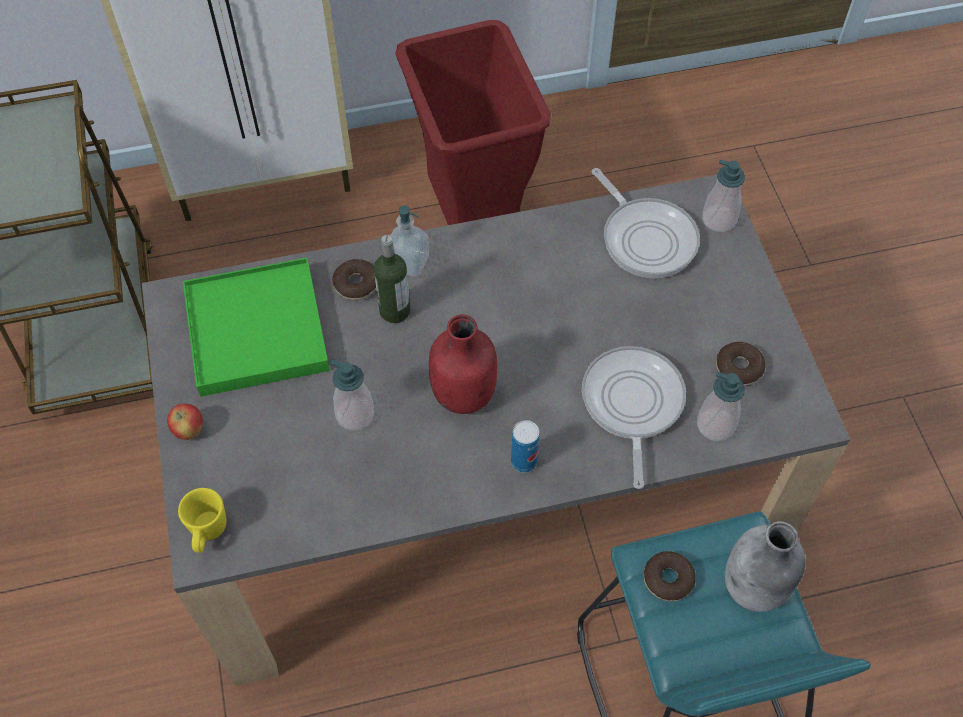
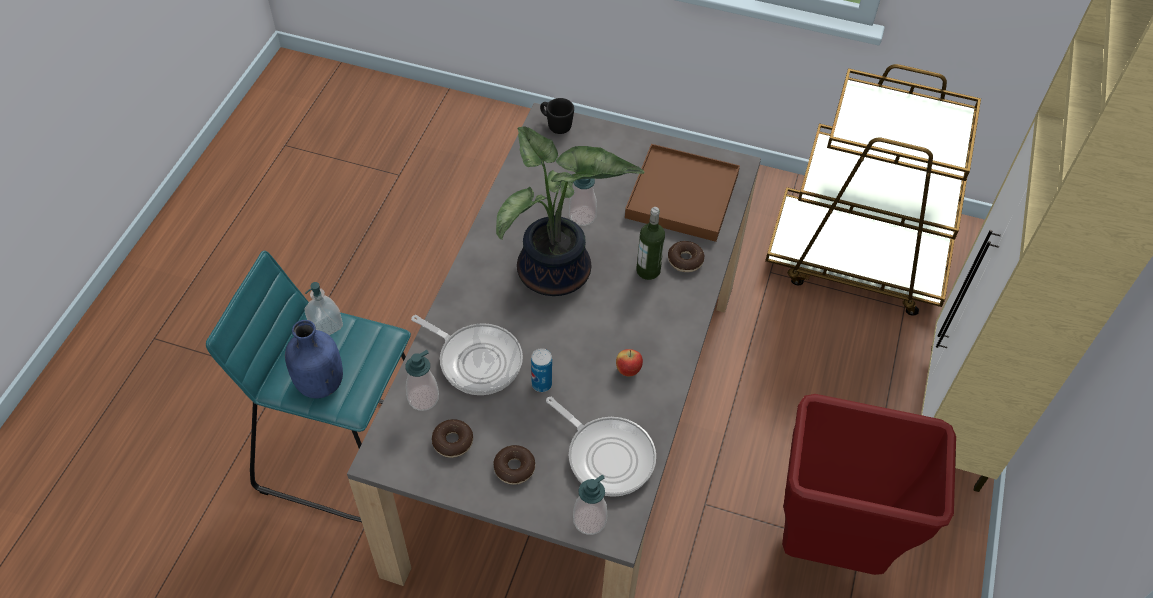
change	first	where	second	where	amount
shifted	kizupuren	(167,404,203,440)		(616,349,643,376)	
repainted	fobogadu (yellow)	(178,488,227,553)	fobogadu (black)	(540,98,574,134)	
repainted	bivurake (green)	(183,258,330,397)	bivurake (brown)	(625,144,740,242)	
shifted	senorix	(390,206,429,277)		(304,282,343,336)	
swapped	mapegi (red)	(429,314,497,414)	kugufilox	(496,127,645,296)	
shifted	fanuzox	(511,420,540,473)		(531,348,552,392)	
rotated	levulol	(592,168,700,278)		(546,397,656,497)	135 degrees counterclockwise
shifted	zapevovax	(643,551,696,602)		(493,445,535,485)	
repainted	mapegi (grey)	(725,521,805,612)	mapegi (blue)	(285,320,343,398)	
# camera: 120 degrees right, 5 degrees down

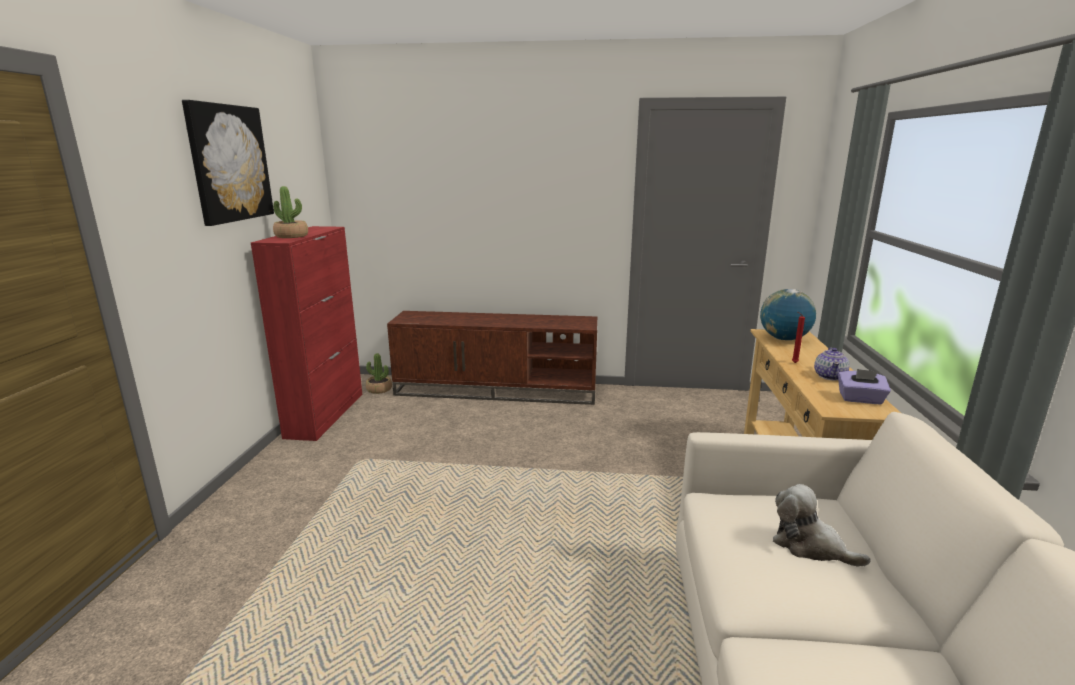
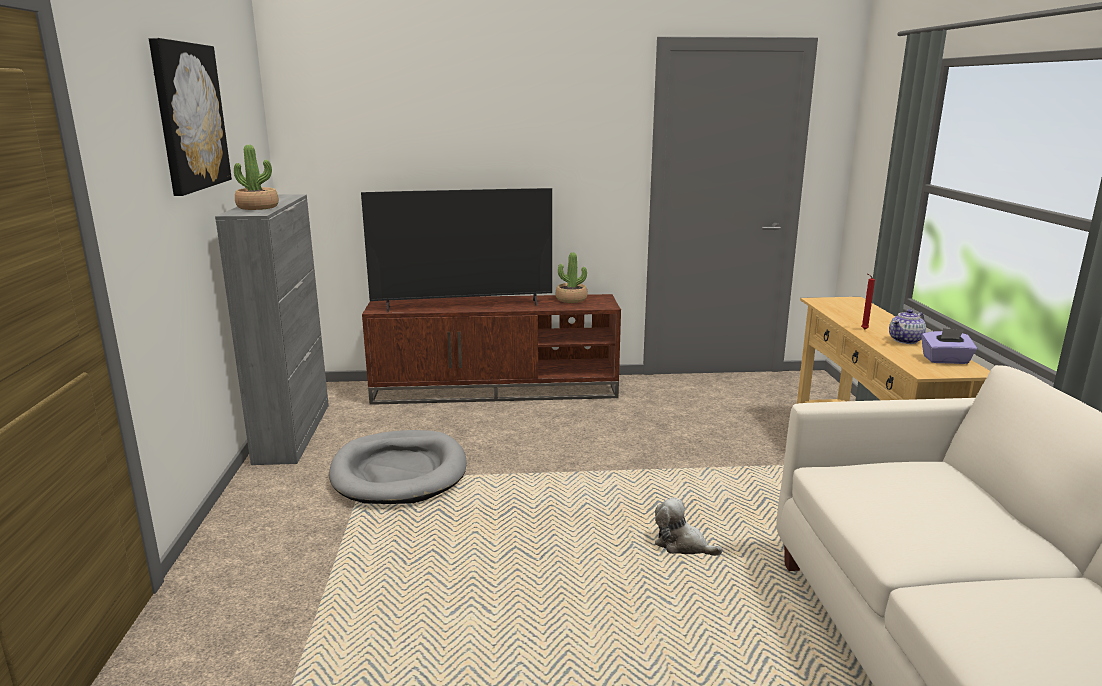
change	first	where	second	where	amount
repainted	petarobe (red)	(251,226,362,441)	petarobe (grey)	(215,194,329,465)	
shifted	kugufilox	(366,353,392,394)		(556,252,588,303)	
gone	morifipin	(760,289,816,340)			
shifted	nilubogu	(773,484,871,567)		(655,497,723,556)	
rotated	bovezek	(814,347,850,381)		(889,309,926,344)	45 degrees clockwise
new			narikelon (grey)	(329,430,467,504)	
new			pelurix	(361,188,552,313)	
# camera: 10 degrees left, 0 degrees up

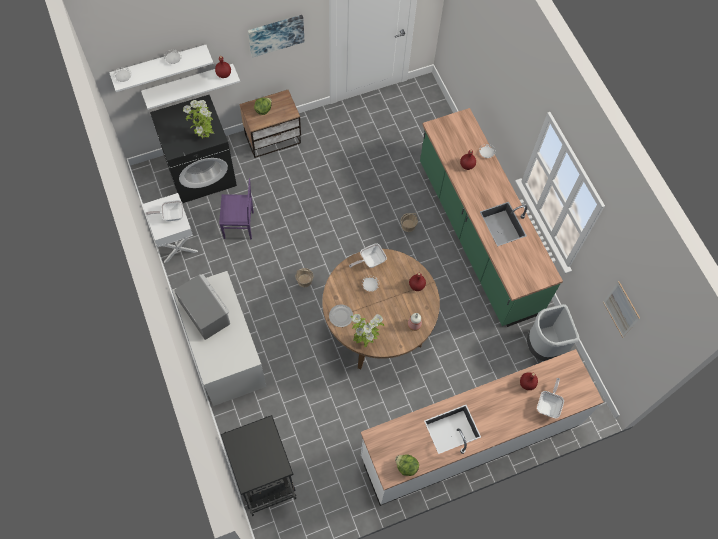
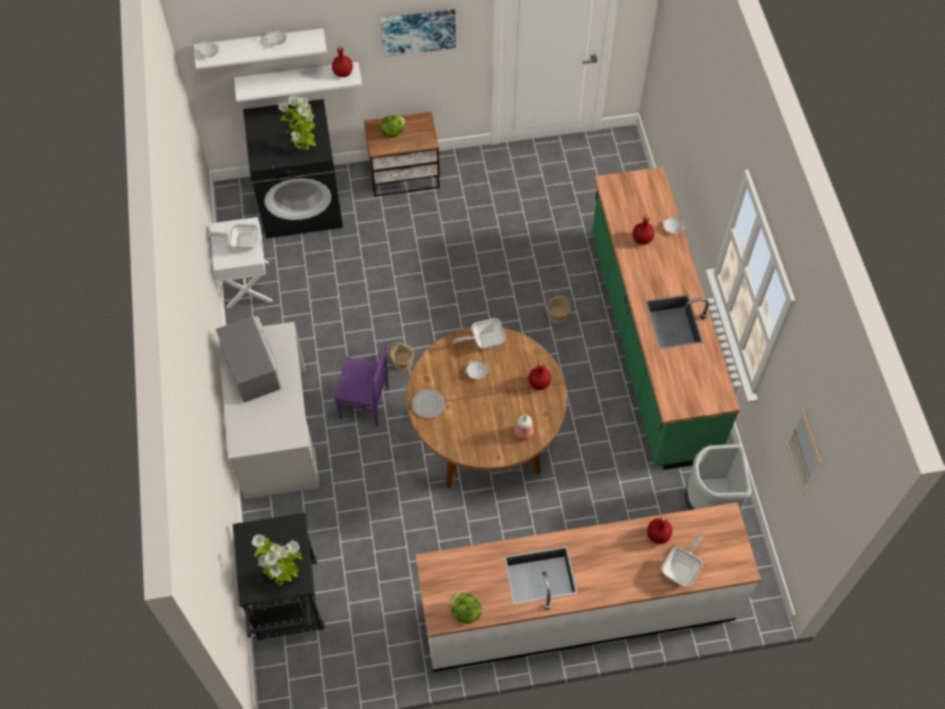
change	first	where	second	where	amount
shifted	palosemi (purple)	(219,178,254,239)		(334,341,389,426)	
shifted	kugufilox	(350,314,384,348)		(251,534,303,586)	
# camera: 15 degrees right, 5 degrees down

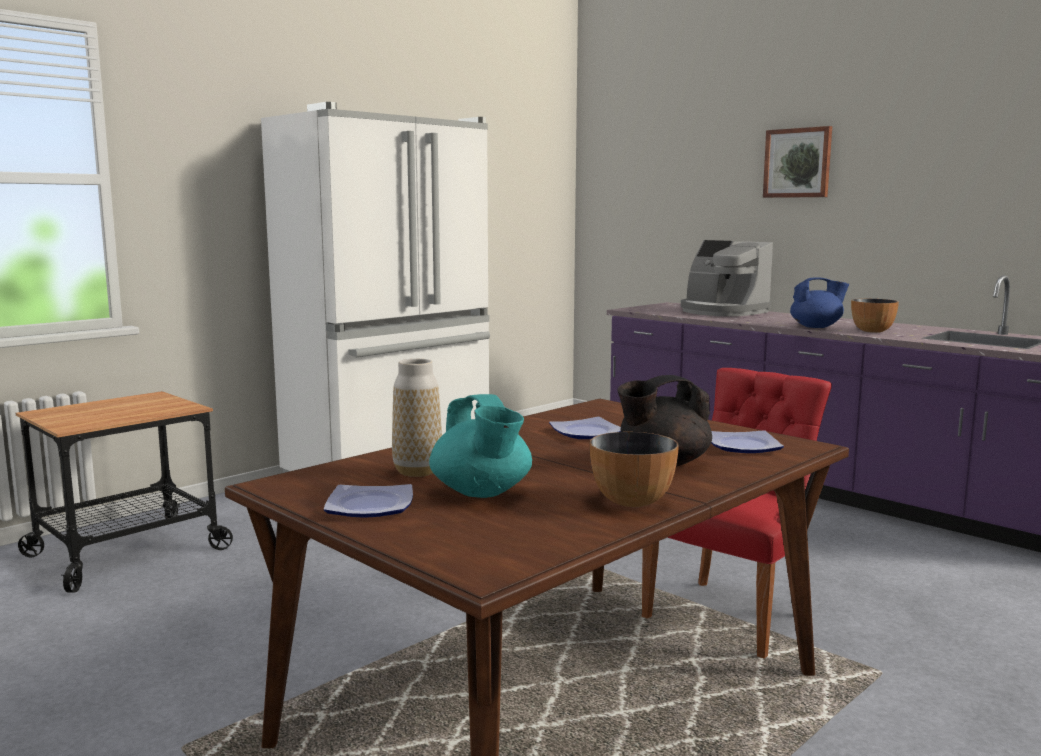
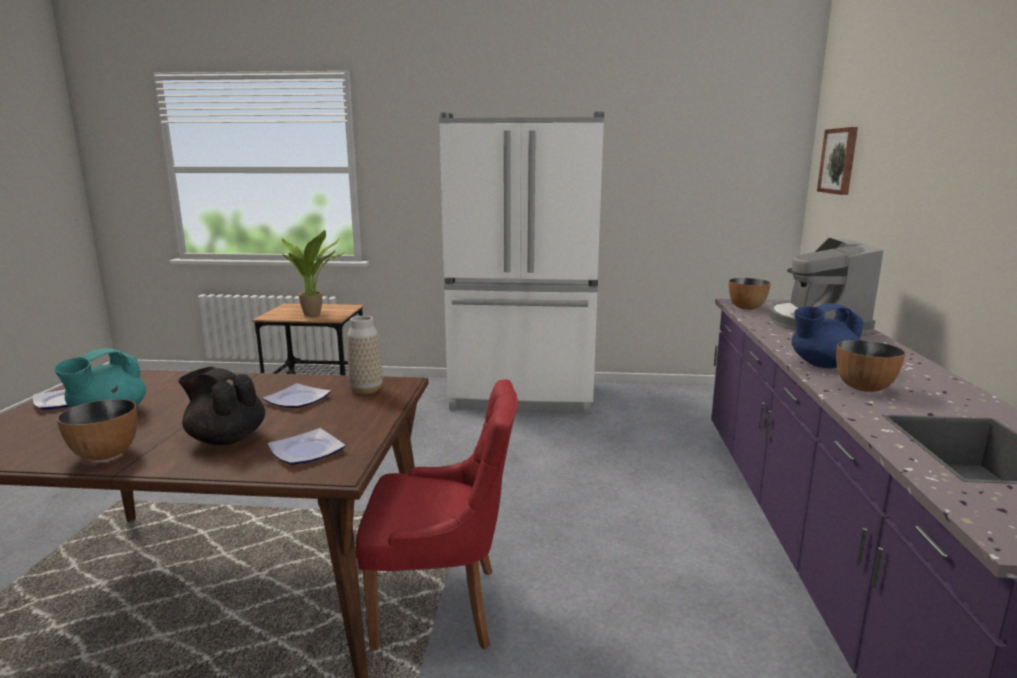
change	first	where	second	where	amount
shifted	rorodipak	(392,359,442,477)		(347,316,382,394)	
shifted	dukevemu	(763,126,832,198)		(817,127,858,195)	
rotated	bovezek (blue)	(790,277,849,328)		(792,304,863,369)	120 degrees clockwise
new			kugufilox	(282,230,346,316)	
new			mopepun	(729,278,771,310)	
# camera: 50 degrees right, 5 degrees up

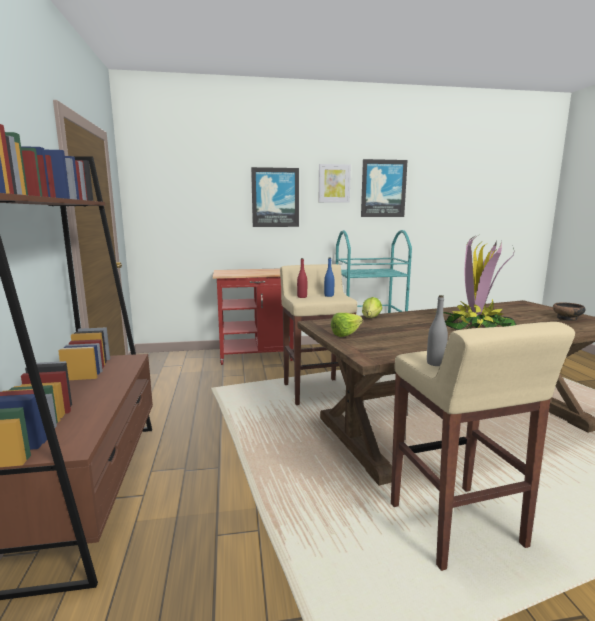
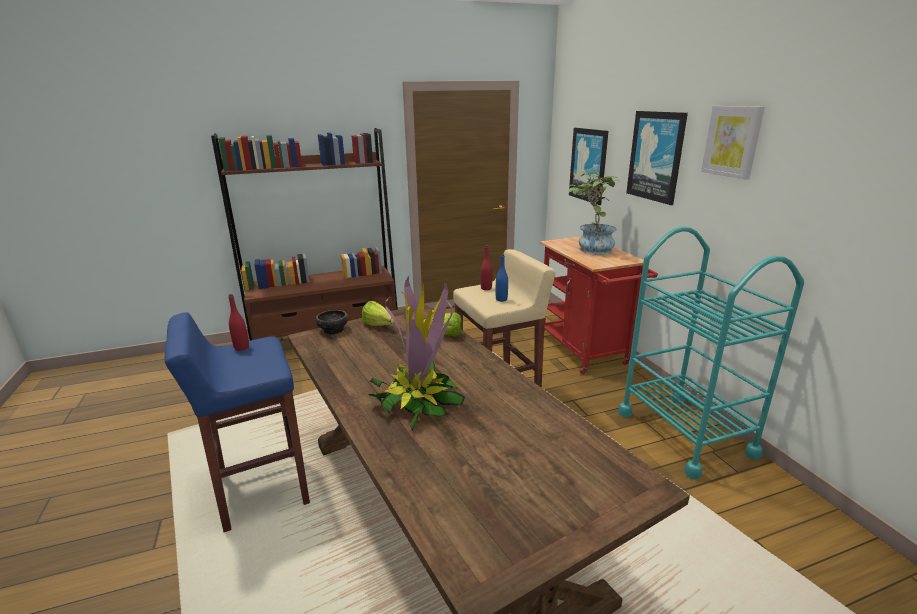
change	first	where	second	where	amount
shifted	dukevemu	(361,159,408,217)		(569,128,608,205)	
repainted	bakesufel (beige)	(391,322,575,571)	bakesufel (blue)	(165,312,310,532)	
repainted	mapegi (grey)	(427,295,448,366)	mapegi (red)	(228,294,249,351)	
shifted	mopepun	(553,302,585,321)		(315,310,348,334)	
new			kugufilox	(568,171,620,255)	
# camera: 80 degrees right, 10 degrees up

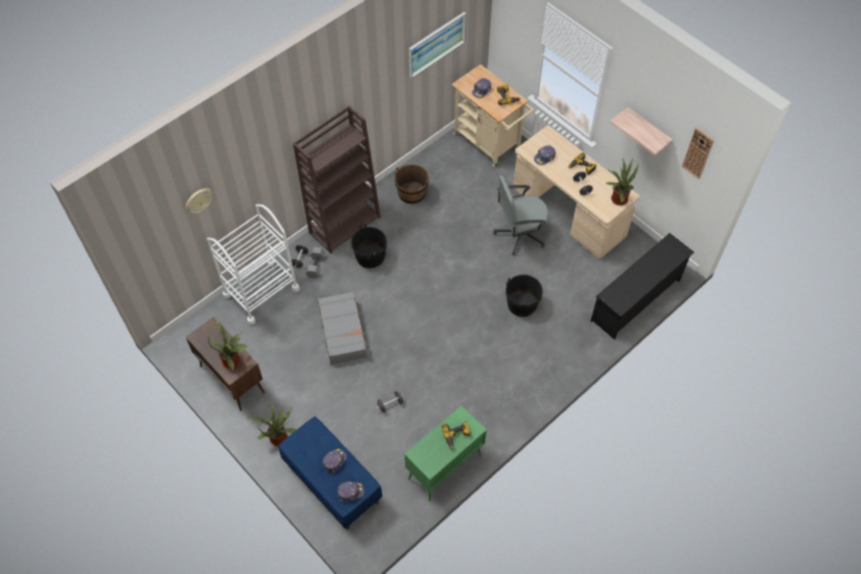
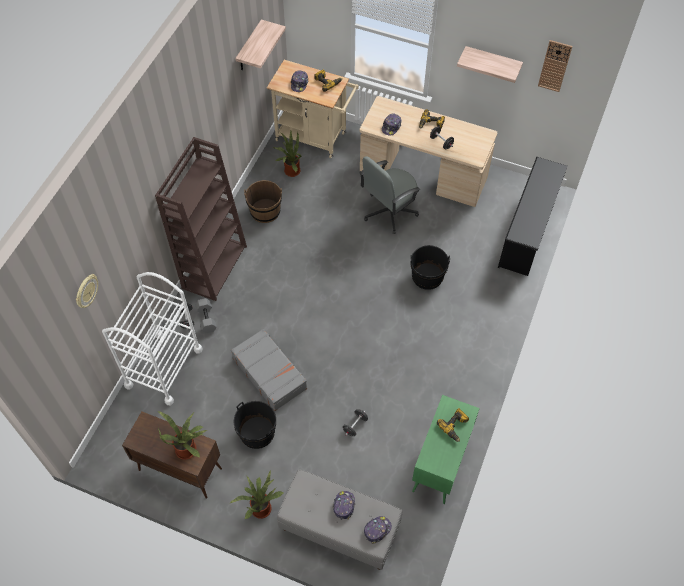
change	first	where	second	where	amount
repainted	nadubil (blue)	(278,416,382,530)	nadubil (grey)	(277,469,402,570)	
shifted	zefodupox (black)	(351,224,387,268)		(234,401,276,449)	
swapped	dukevemu	(409,12,466,78)	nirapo	(235,20,286,70)	
shifted	kugufilox	(605,158,639,206)		(272,131,301,177)	
# camera: 25 degrees left, 0 degrees up

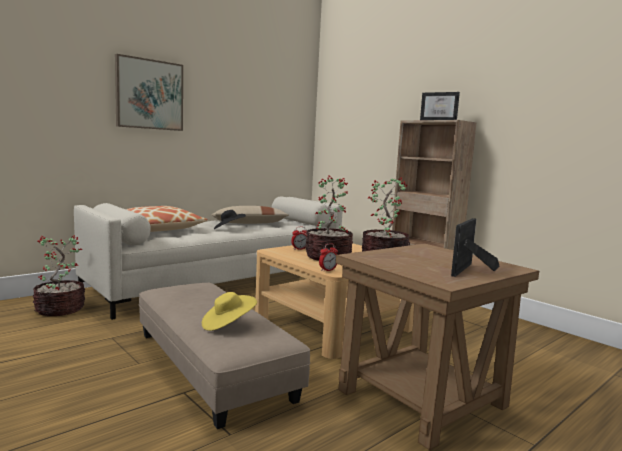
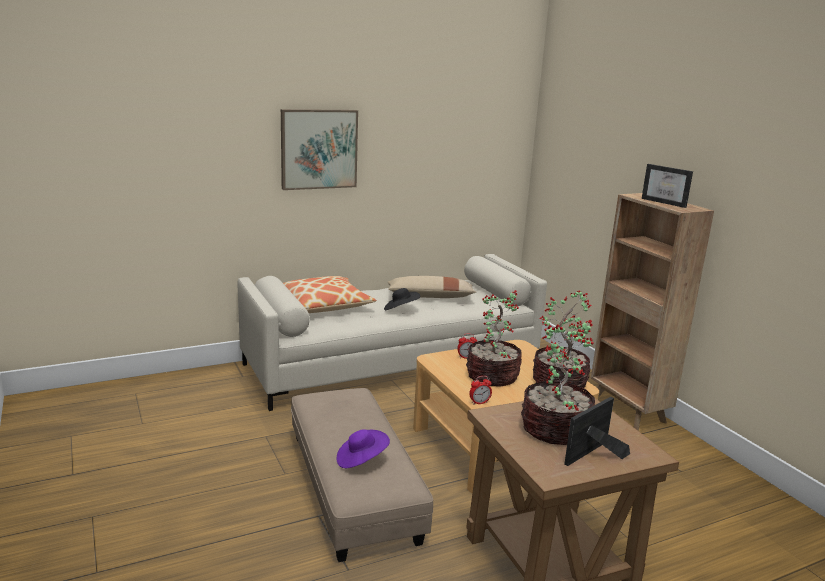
change	first	where	second	where	amount
shifted	kugufilox	(33,235,85,316)		(521,320,595,445)	
repainted	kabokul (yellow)	(202,292,257,331)	kabokul (purple)	(337,429,390,468)	
# camera: 15 degrees right, 10 degrees up

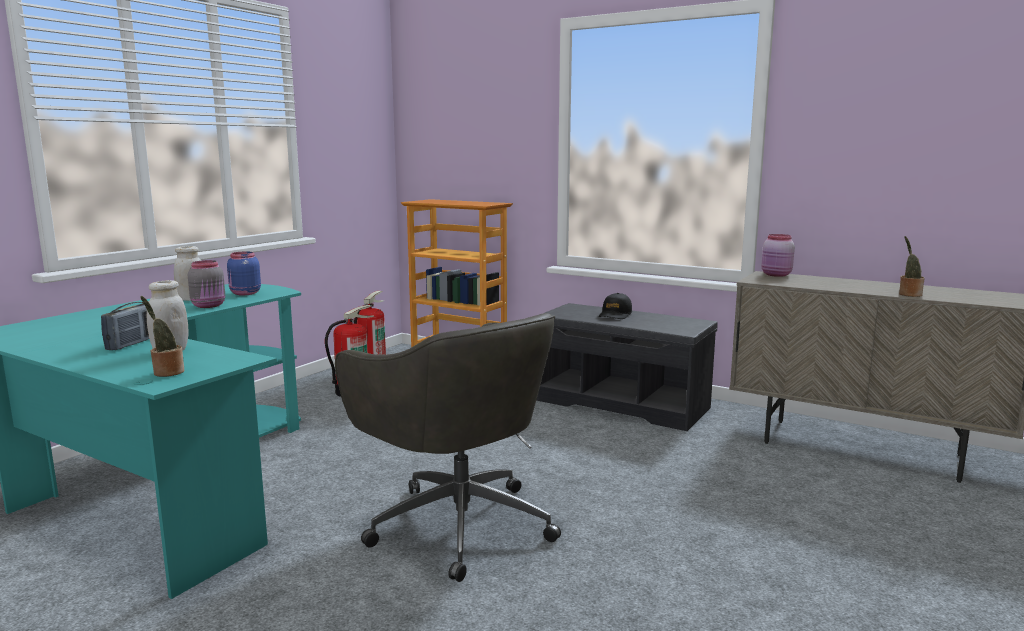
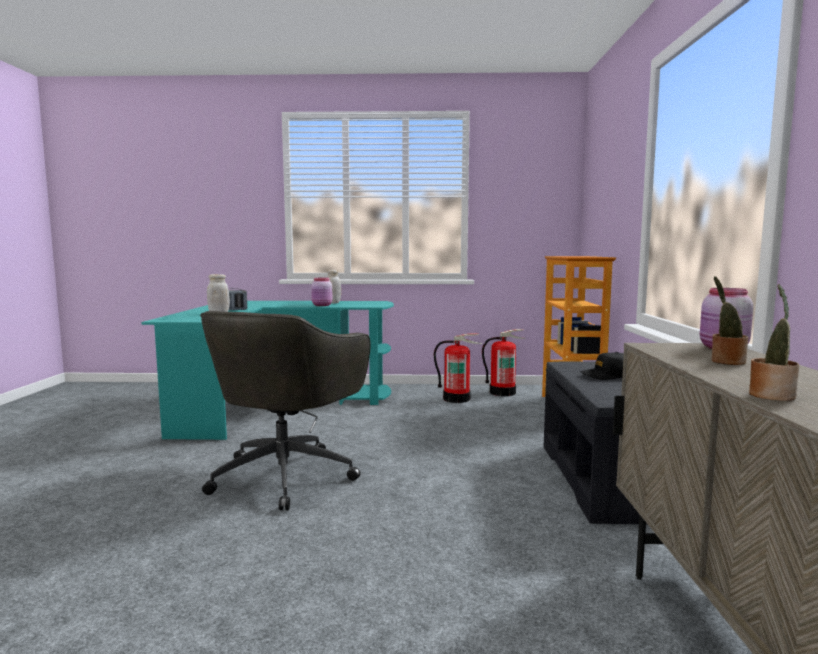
change	first	where	second	where	amount
shifted	kugufilox	(141,296,184,377)		(711,276,748,365)	
repainted	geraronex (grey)	(188,260,225,308)	geraronex (pink)	(311,278,333,306)	
gone	geraronex (blue)	(227,252,261,295)			
# camera: 60 degrees right, 5 degrees down

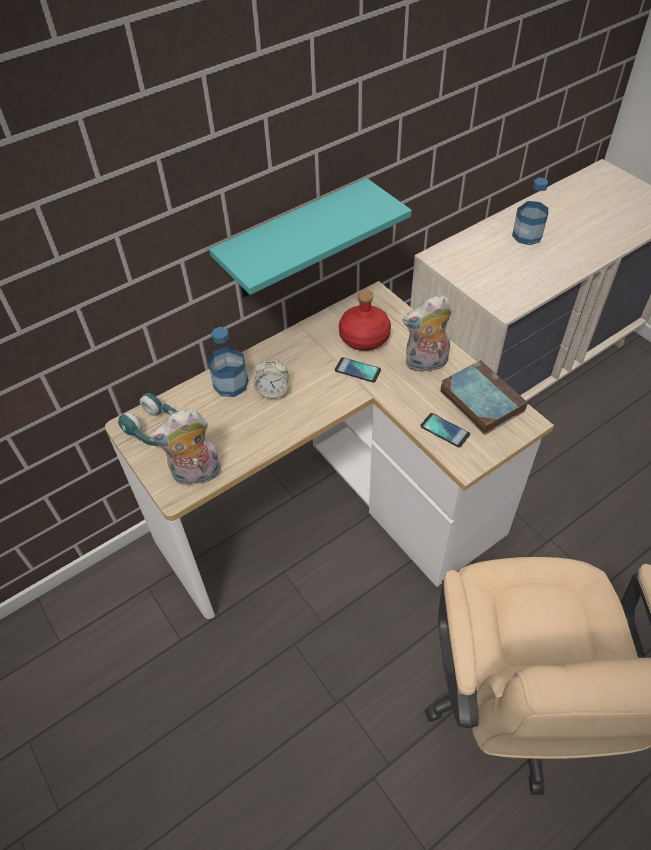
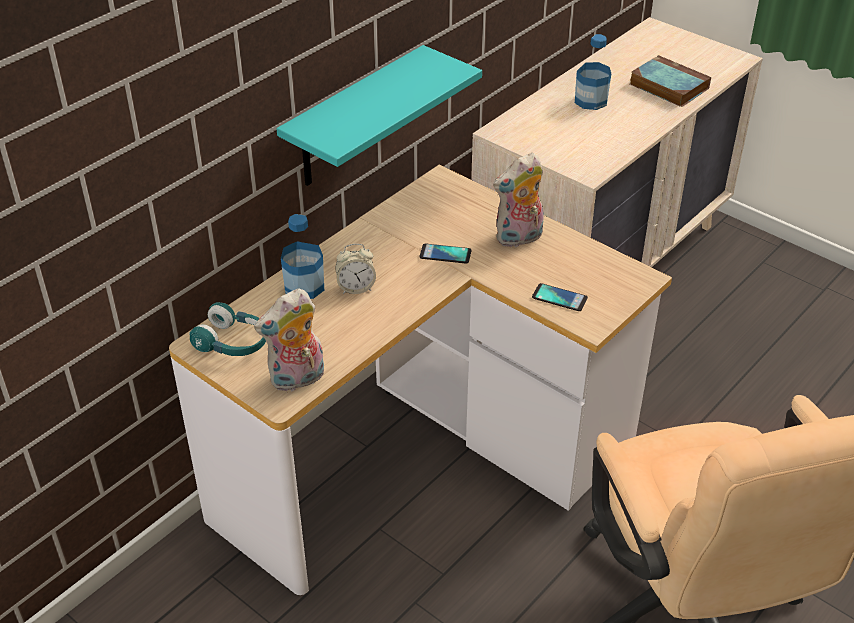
change	first	where	second	where	amount
gone	mapegi (red)	(339,291,391,351)			
shifted	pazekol	(440,360,528,435)		(630,55,711,107)	
# camera: 15 degrees left, 10 degrees down

